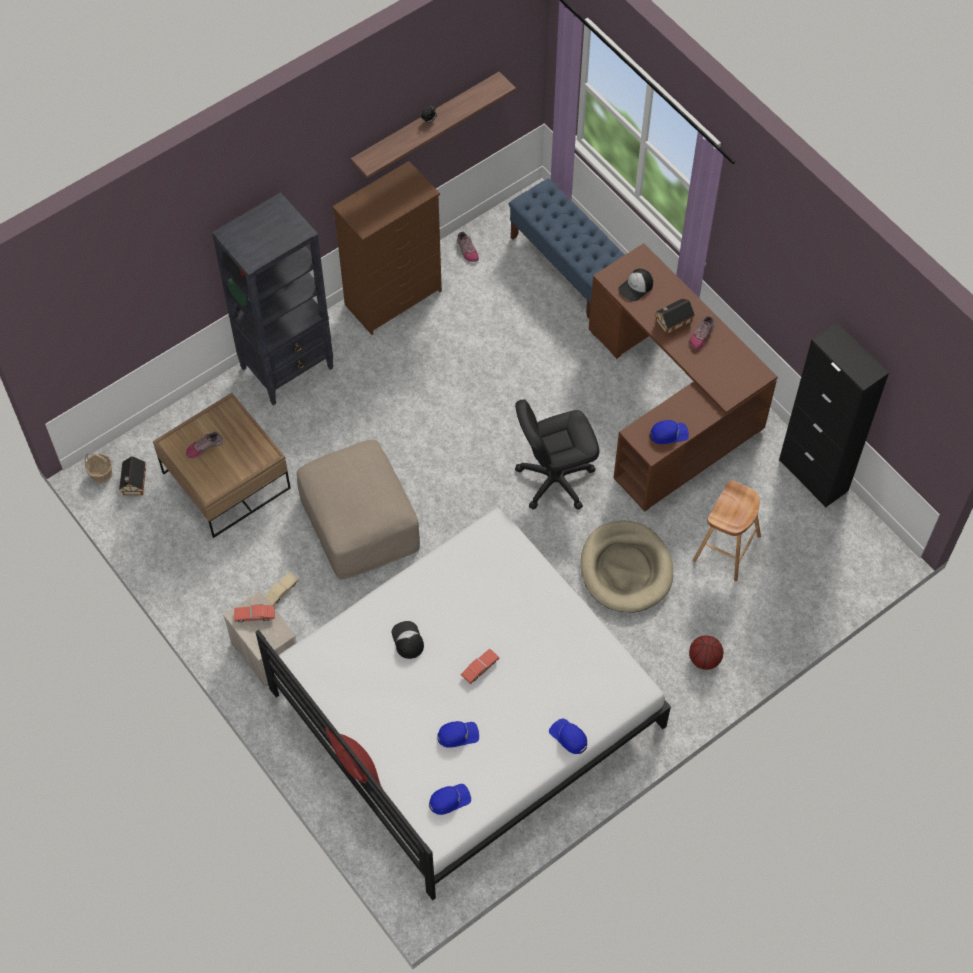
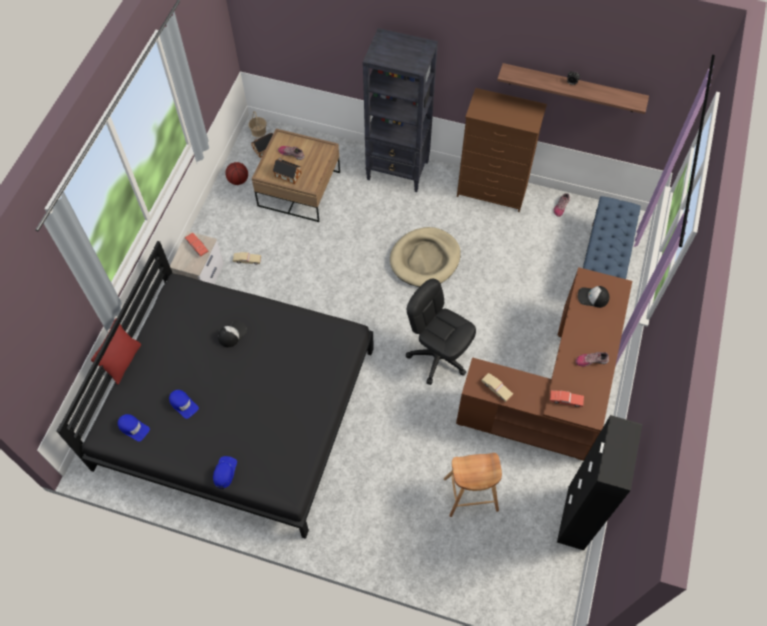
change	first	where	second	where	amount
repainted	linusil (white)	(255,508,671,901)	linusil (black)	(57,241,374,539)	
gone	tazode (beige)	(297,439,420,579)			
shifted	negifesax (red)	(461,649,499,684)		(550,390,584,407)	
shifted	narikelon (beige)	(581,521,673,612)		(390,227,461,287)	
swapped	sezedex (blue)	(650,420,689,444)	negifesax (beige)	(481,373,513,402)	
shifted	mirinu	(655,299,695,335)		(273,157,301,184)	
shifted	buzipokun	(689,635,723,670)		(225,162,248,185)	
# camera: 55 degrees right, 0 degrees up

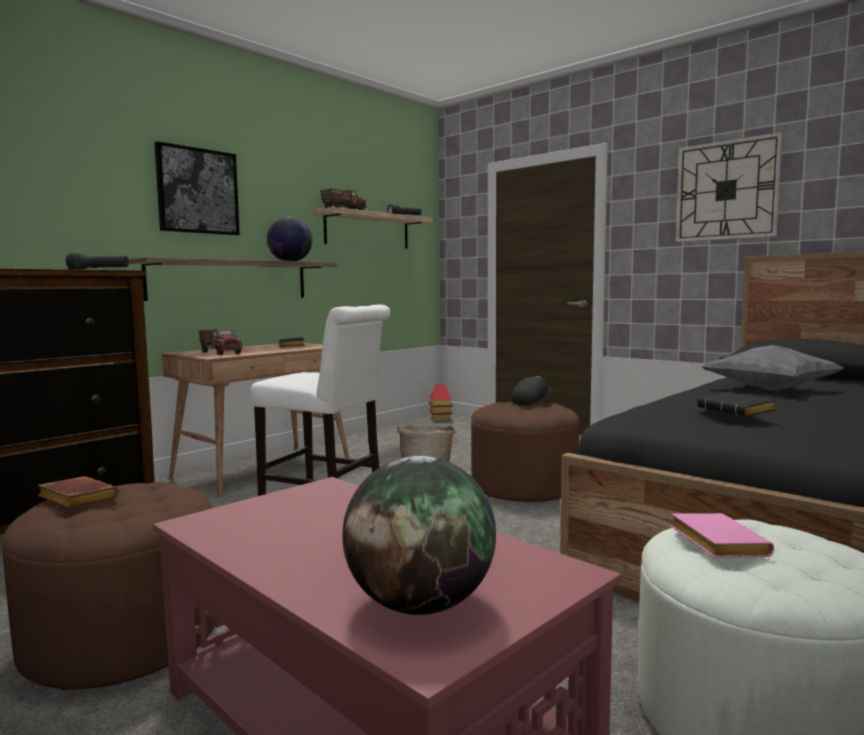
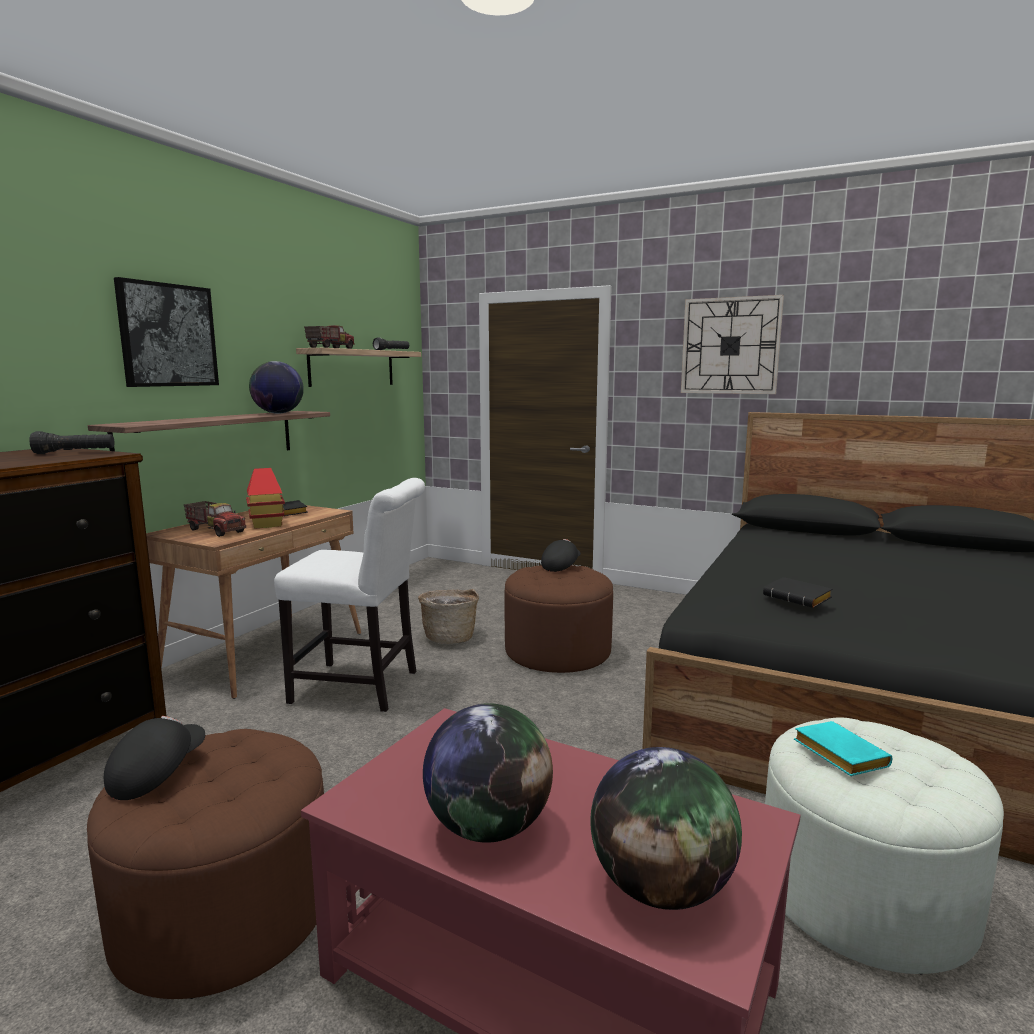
change	first	where	second	where	amount
swapped	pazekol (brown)	(38,476,119,508)	sezedex (black)	(104,716,205,800)	
shifted	mirinu	(429,385,453,421)		(246,468,285,529)	
repainted	pazekol (pink)	(671,513,774,558)	pazekol (turquoise)	(794,721,892,776)	
gone	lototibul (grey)	(701,345,844,391)			
new			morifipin	(423,703,553,843)	
# camera: 15 degrees left, 5 degrees up

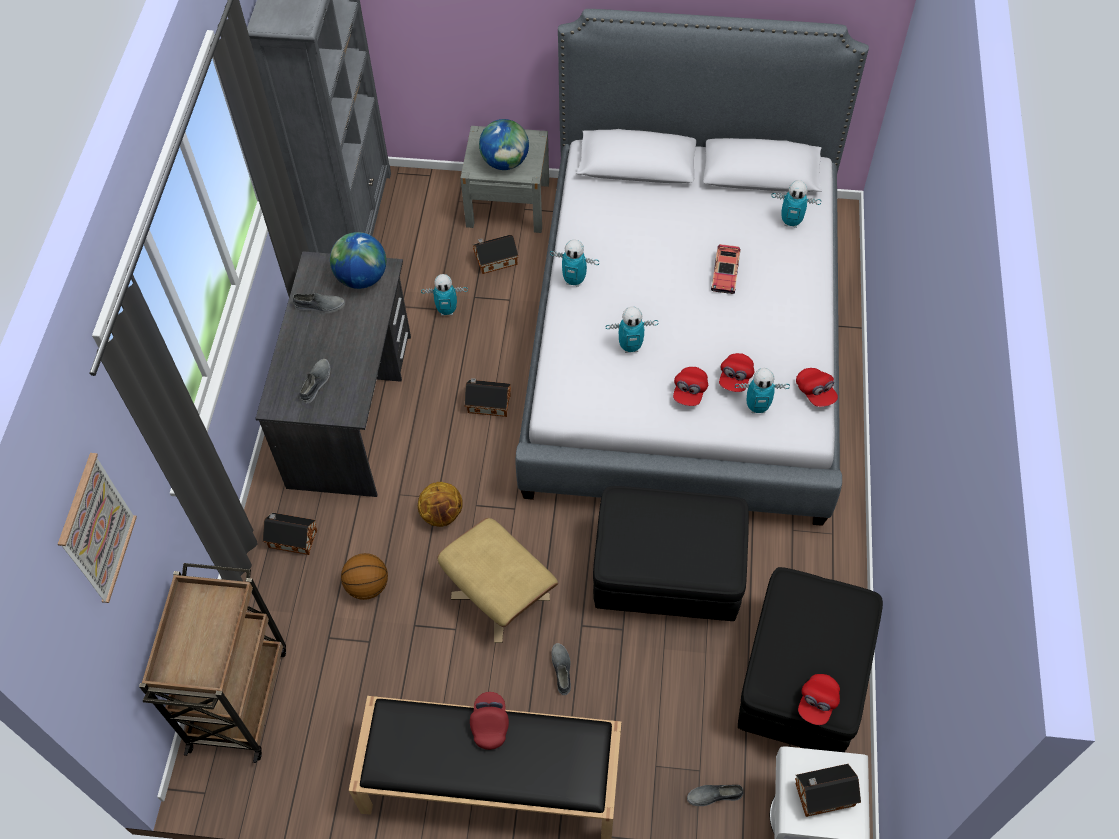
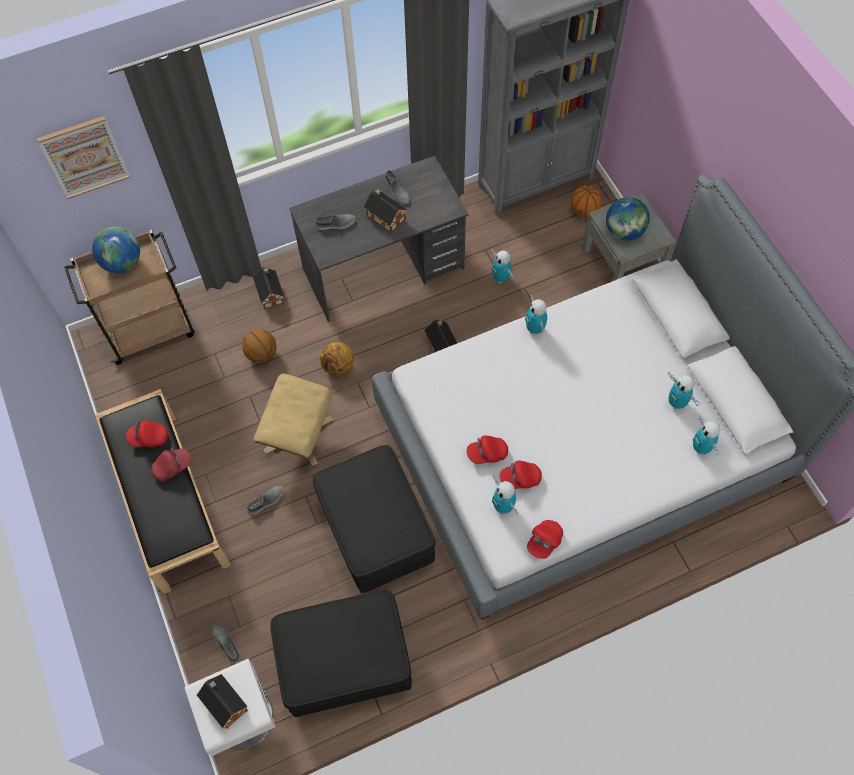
change	first	where	second	where	amount
shifted	morifipin	(330,232,386,289)		(92,227,140,273)	
shifted	mirinu	(473,235,518,274)		(364,189,407,233)	
shifted	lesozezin	(606,307,658,353)		(668,372,699,410)	
gone	negifesax	(711,244,741,294)			
shifted	sezedex (red)	(798,674,840,725)		(126,420,168,447)	
new			buzipokun	(570,185,602,217)	
# camera: 60 degrees right, 5 degrees up

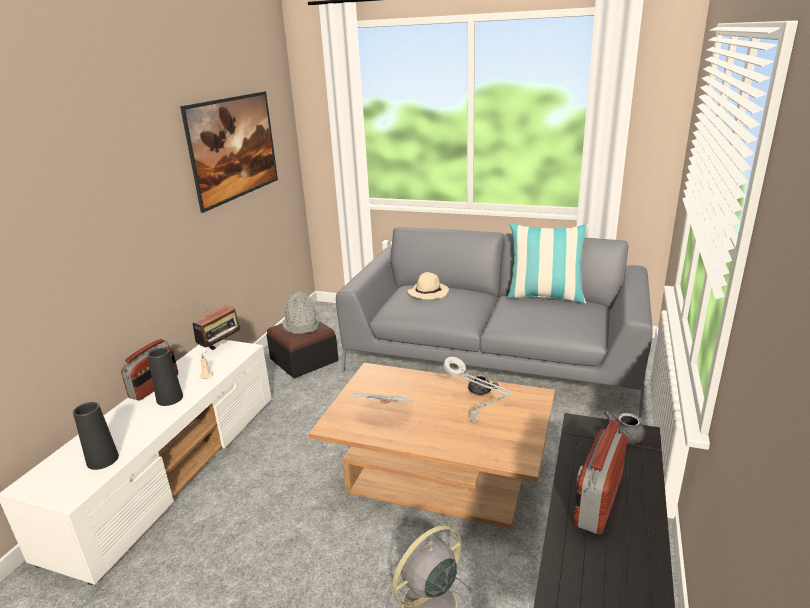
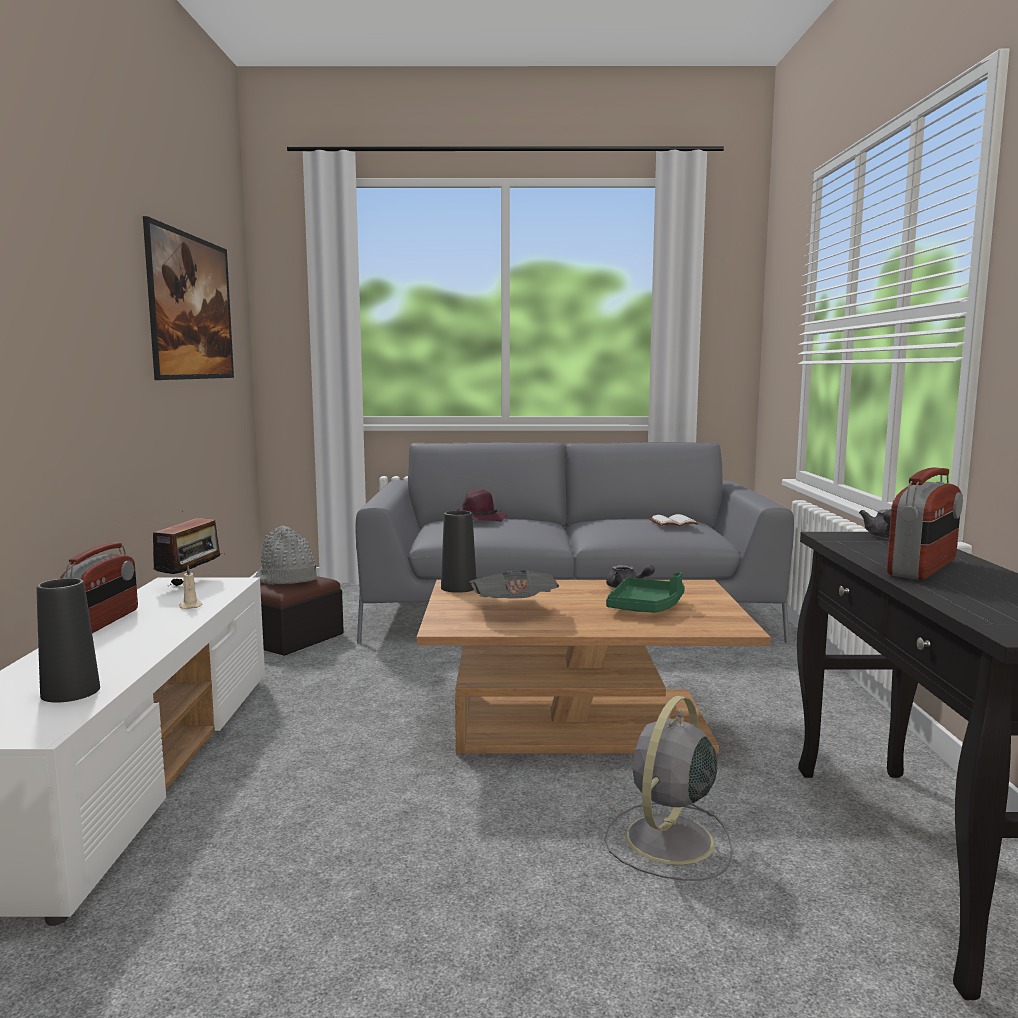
change	first	where	second	where	amount
shifted	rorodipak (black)	(148,348,183,406)		(441,510,476,593)	
repainted	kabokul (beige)	(408,272,449,299)	kabokul (purple)	(458,489,507,522)	
swapped	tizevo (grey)	(444,357,512,422)	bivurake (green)	(606,572,685,613)	
gone	lototibul	(508,223,589,304)			
rotated	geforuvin	(574,420,627,534)		(887,467,963,580)	150 degrees counterclockwise
new			pazekol (white)	(649,514,699,526)	
# camera: 20 degrees left, 15 degrees down

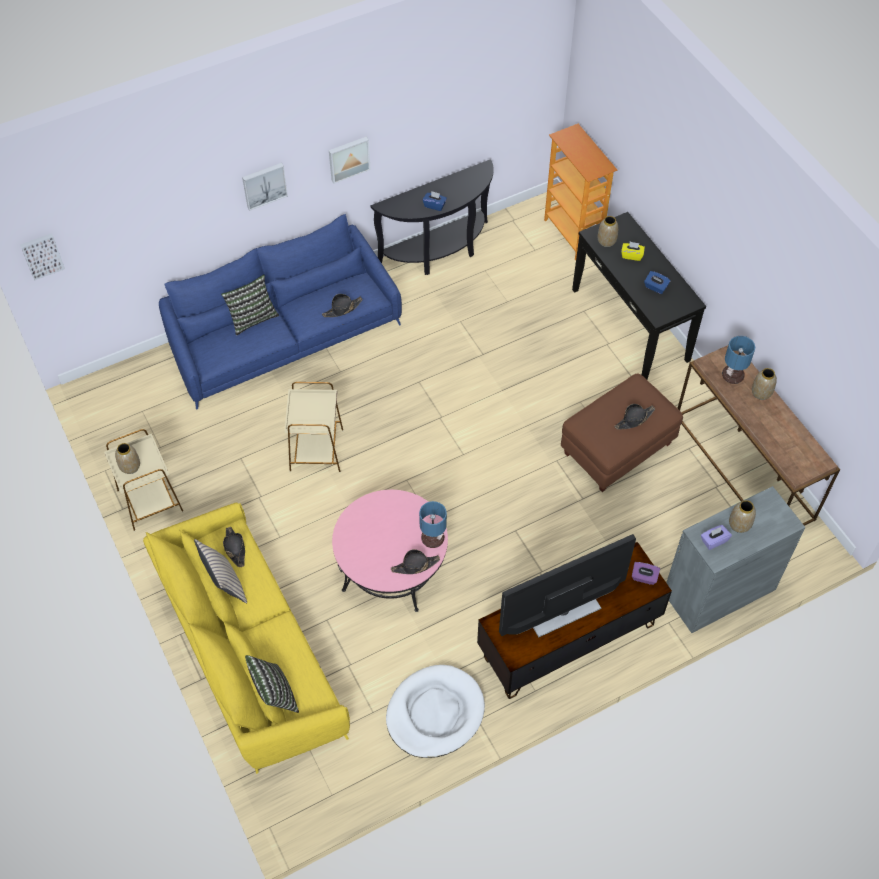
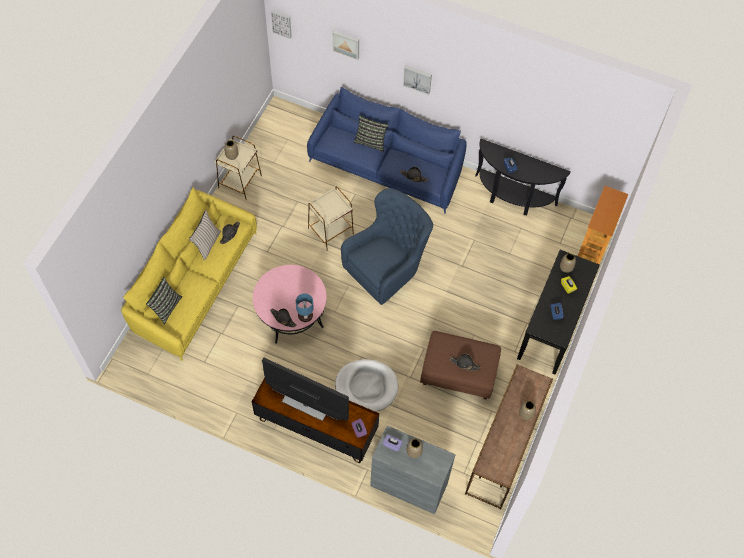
change	first	where	second	where	amount
shifted	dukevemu	(329,137,371,184)		(332,30,359,60)	
shifted	narikelon (white)	(386,665,485,758)		(335,359,398,412)	
gone	tizevo	(722,336,755,384)			
new			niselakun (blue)	(341,188,433,305)	
# camera: 50 degrees right, 5 degrees up

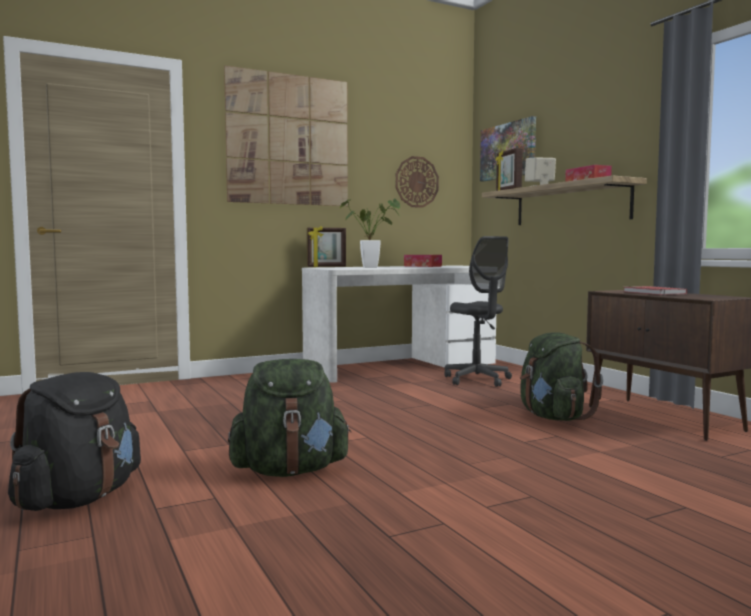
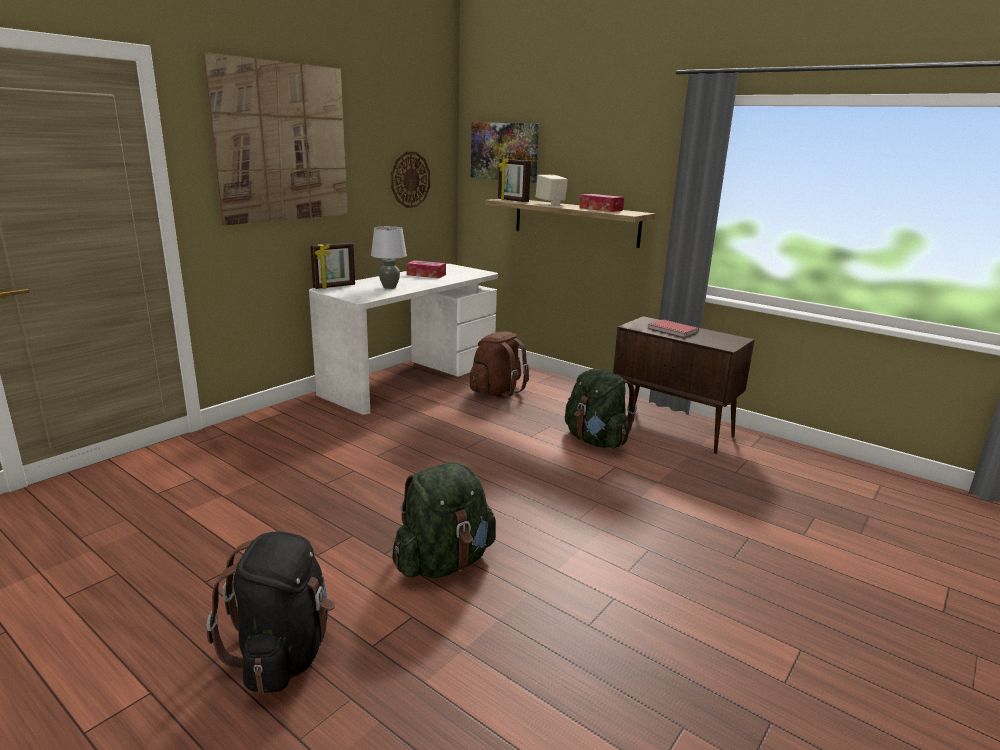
change	first	where	second	where	amount
swapped	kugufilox	(340,199,401,268)	tizevo (grey)	(371,226,407,289)	
swapped	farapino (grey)	(444,236,512,387)	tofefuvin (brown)	(470,332,529,399)	
# camera: 25 degrees left, 15 degrees up

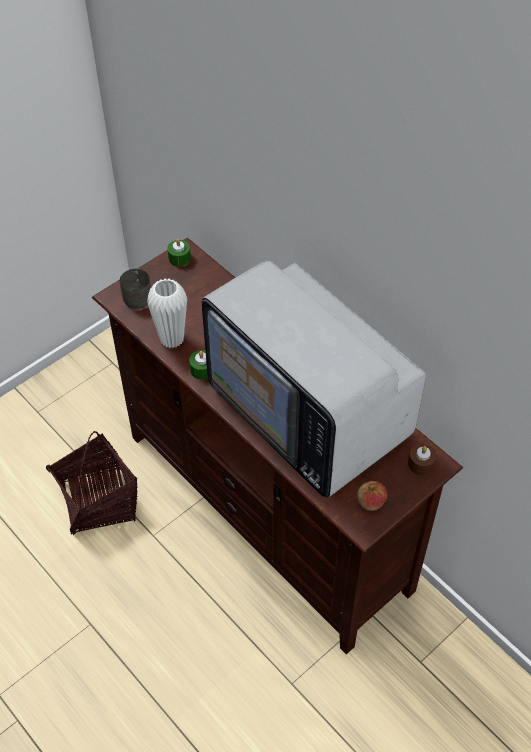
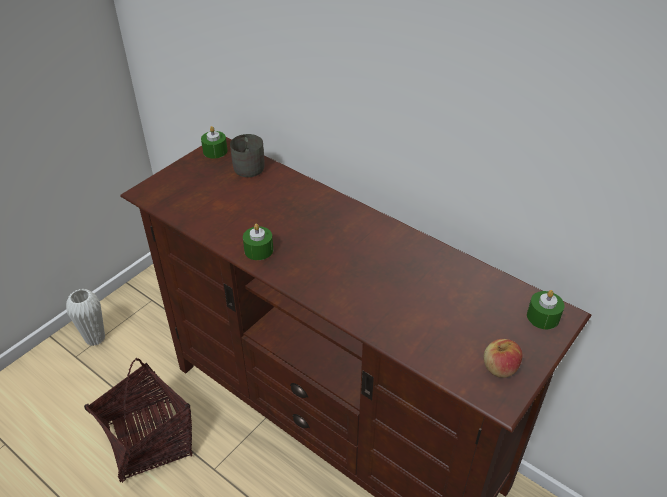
change	first	where	second	where	amount
shifted	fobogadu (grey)	(120,268,151,309)		(230,134,265,177)	
shifted	rorodipak (white)	(147,279,187,348)		(66,289,105,346)	
gone	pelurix	(202,261,426,498)			
repainted	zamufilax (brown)	(408,444,437,475)	zamufilax (green)	(527,290,564,329)	
# camera: 10 degrees left, 10 degrees down

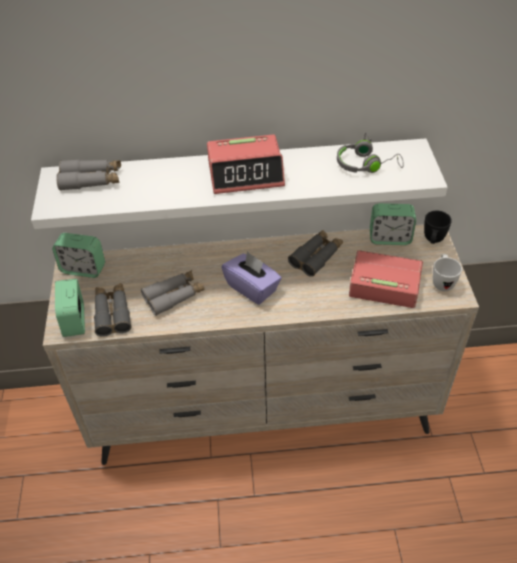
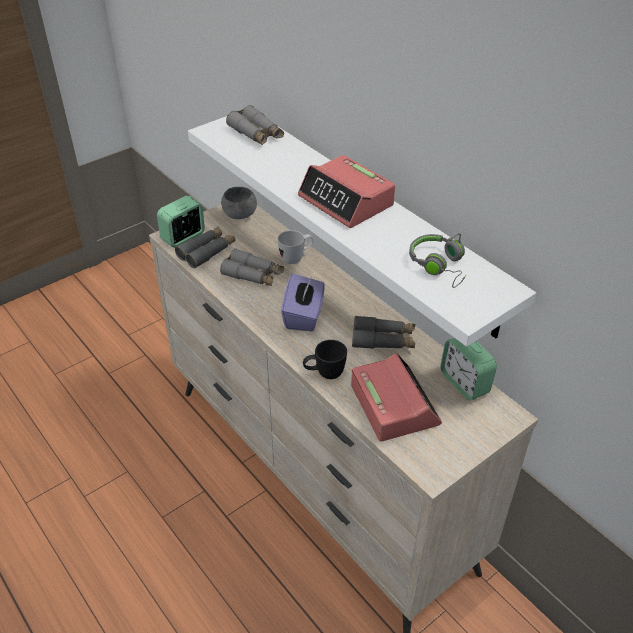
change	first	where	second	where	amount
swapped	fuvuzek	(52,233,105,278)	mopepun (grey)	(221,187,257,219)	
shifted	fobogadu (black)	(424,210,452,244)		(303,340,347,379)	
shifted	fobogadu (white)	(433,254,462,291)		(278,230,313,264)	
# camera: 55 degrees right, 5 degrees down

